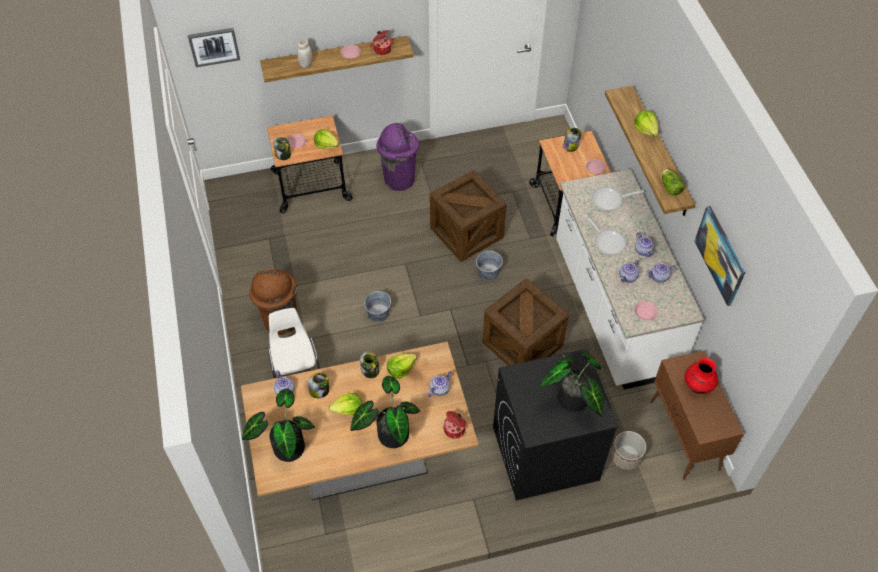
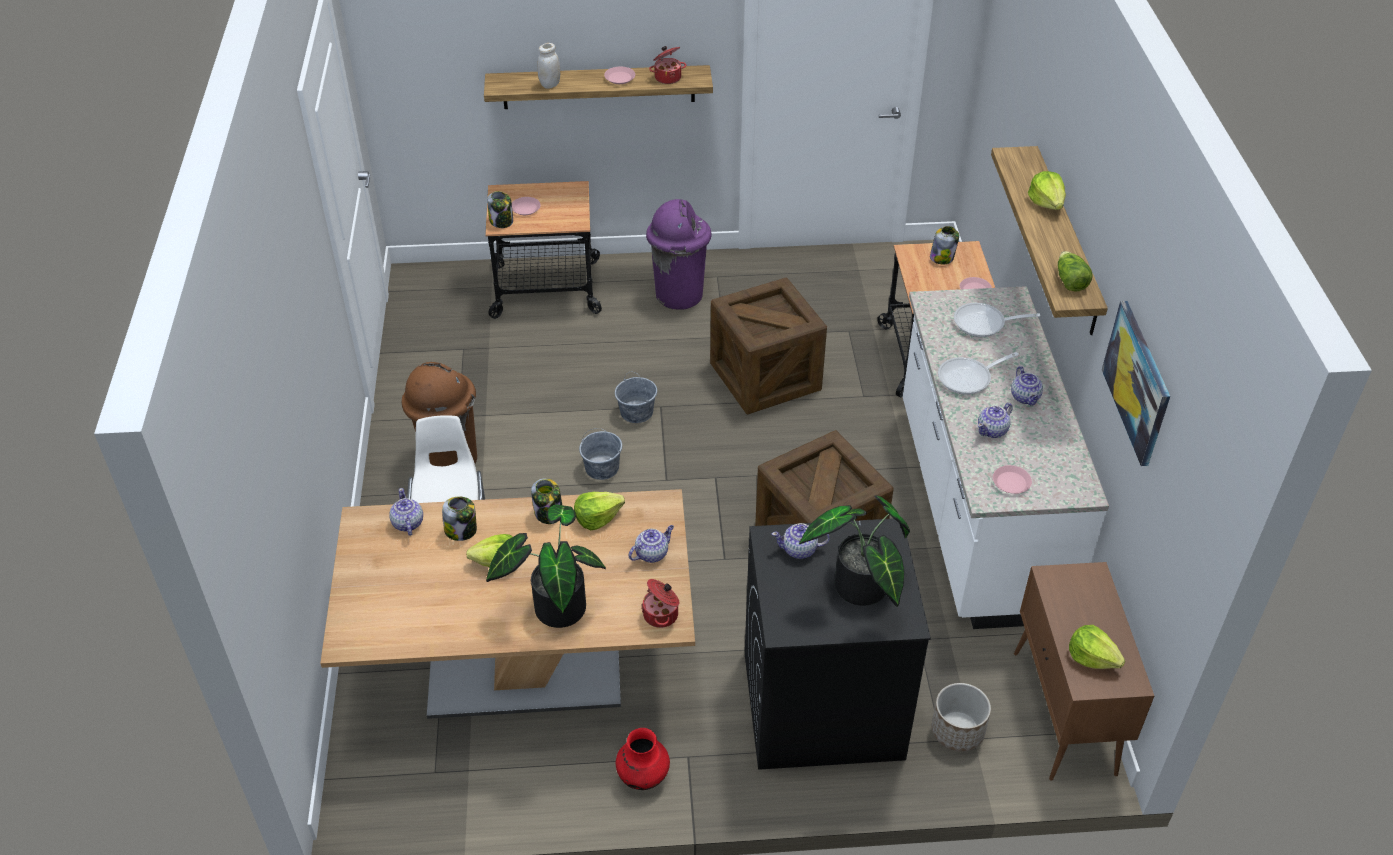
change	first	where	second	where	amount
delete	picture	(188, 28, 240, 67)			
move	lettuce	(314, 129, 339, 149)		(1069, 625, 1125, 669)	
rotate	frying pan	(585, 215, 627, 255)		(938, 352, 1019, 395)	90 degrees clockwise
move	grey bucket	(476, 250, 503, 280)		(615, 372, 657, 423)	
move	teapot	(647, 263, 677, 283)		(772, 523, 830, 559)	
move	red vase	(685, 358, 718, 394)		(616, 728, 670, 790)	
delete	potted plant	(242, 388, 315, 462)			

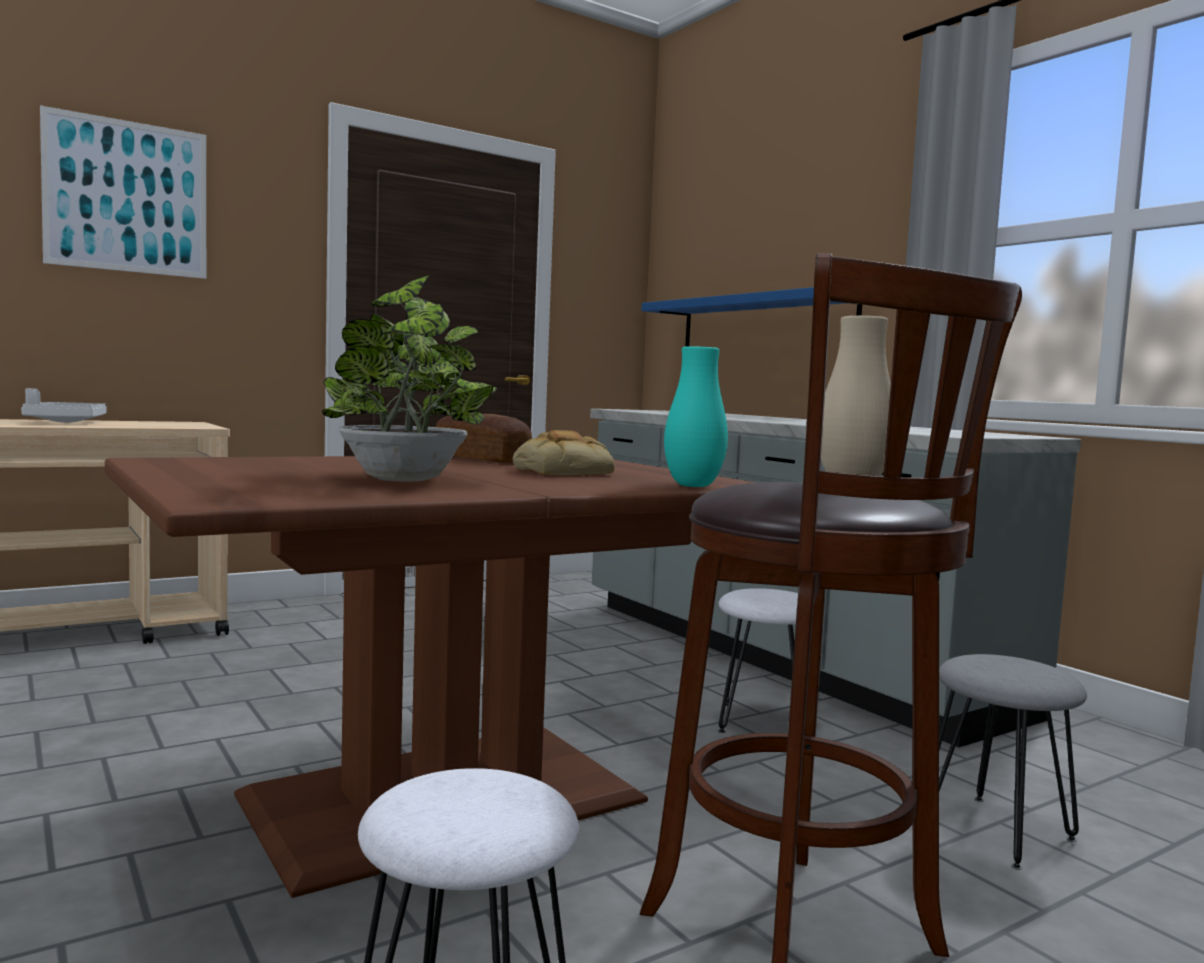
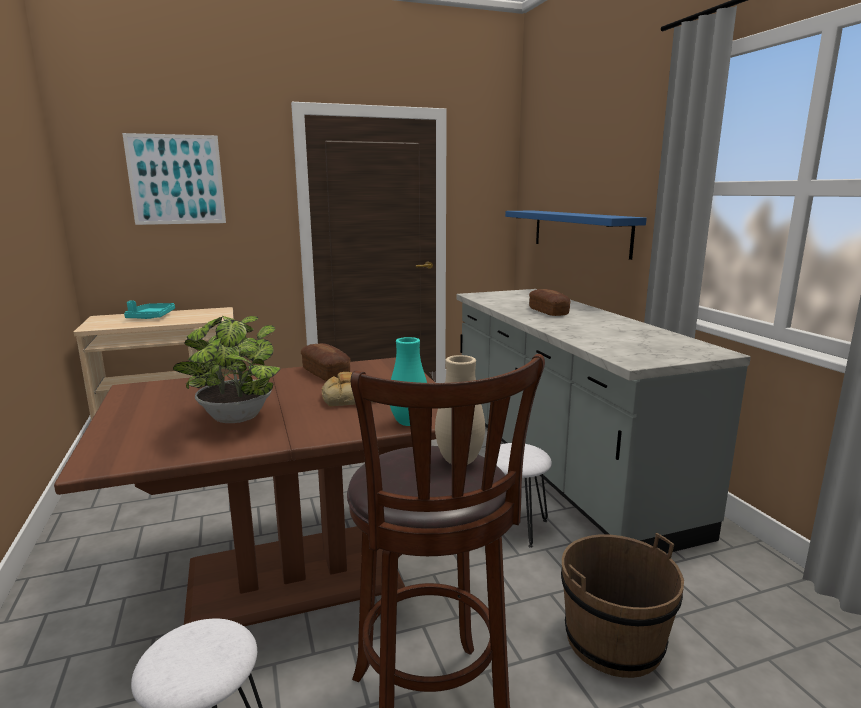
change	first	where	second	where	amount
recolor	grey tray	(21, 388, 107, 423)	turquoise tray	(124, 300, 175, 319)	
replace	grey stool	(939, 654, 1087, 870)	brown bucket	(561, 533, 684, 678)	
insert			bread	(529, 289, 570, 316)	

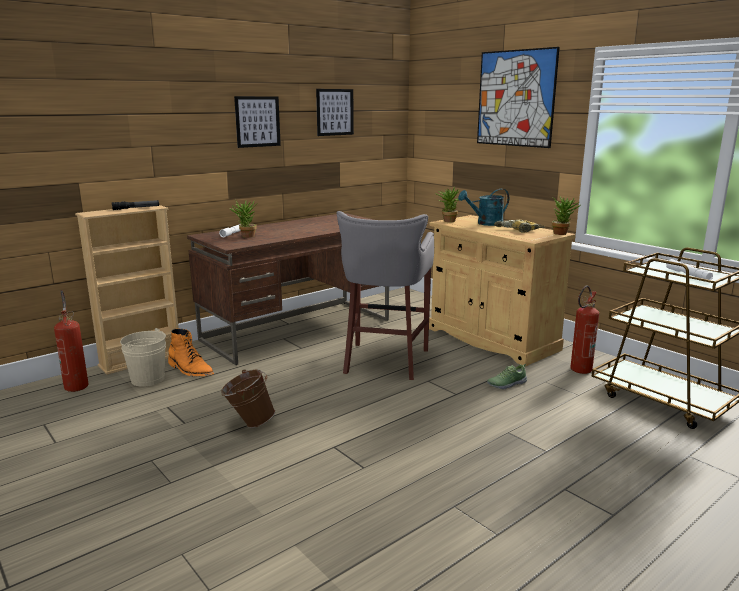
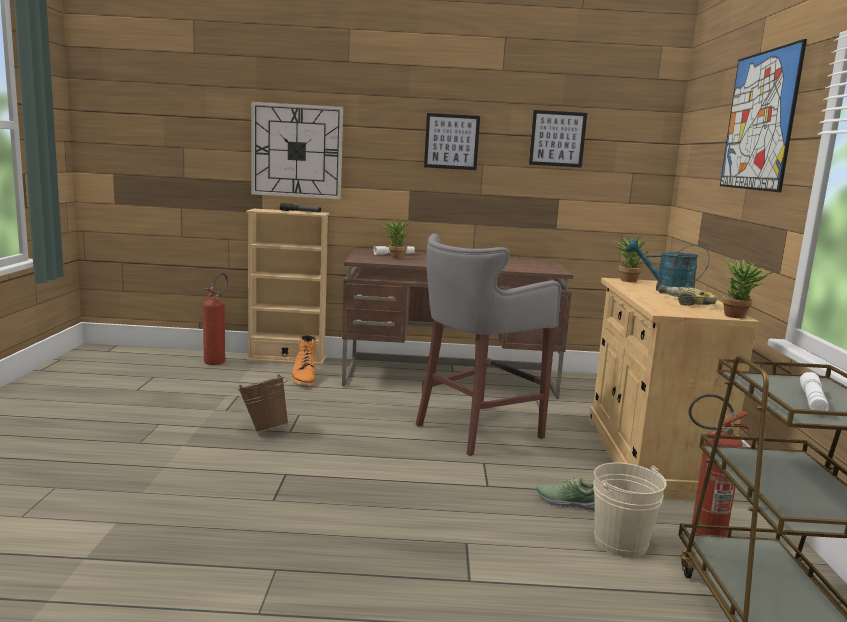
change	first	where	second	where	amount
move	beige bucket	(120, 328, 166, 387)		(593, 462, 667, 558)	
insert			wall clock	(251, 102, 343, 199)	

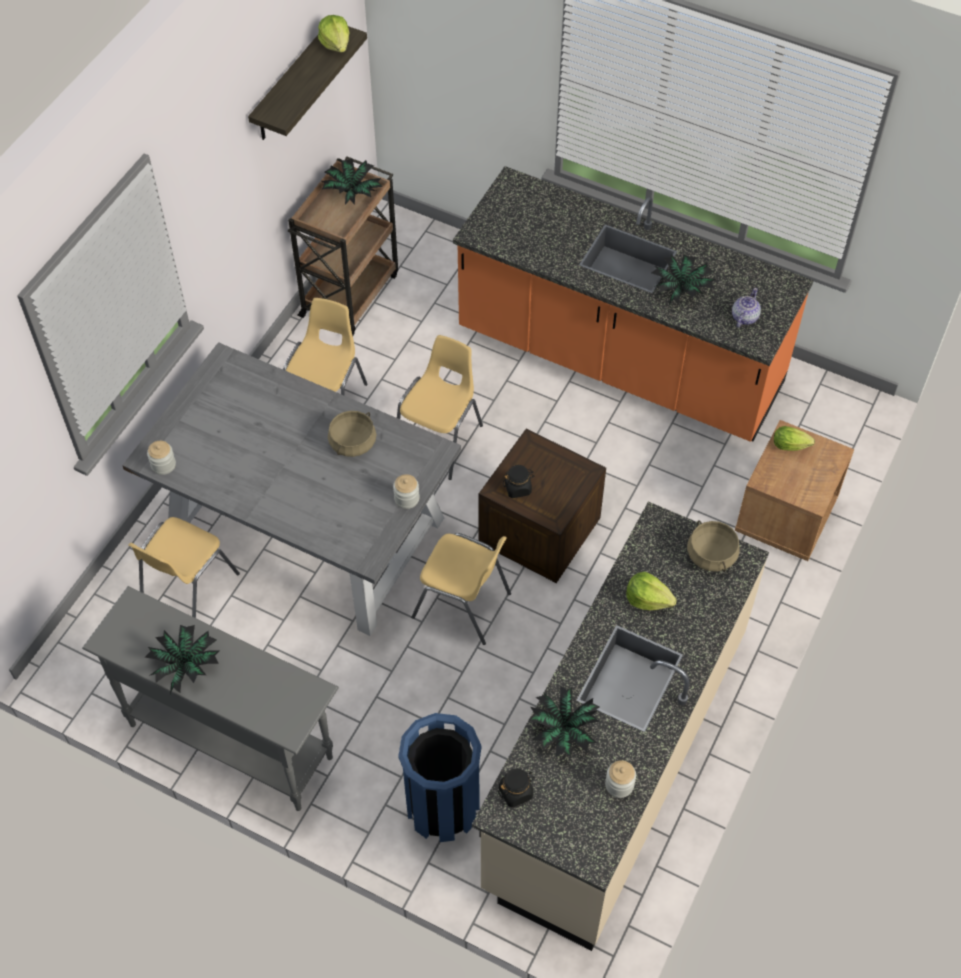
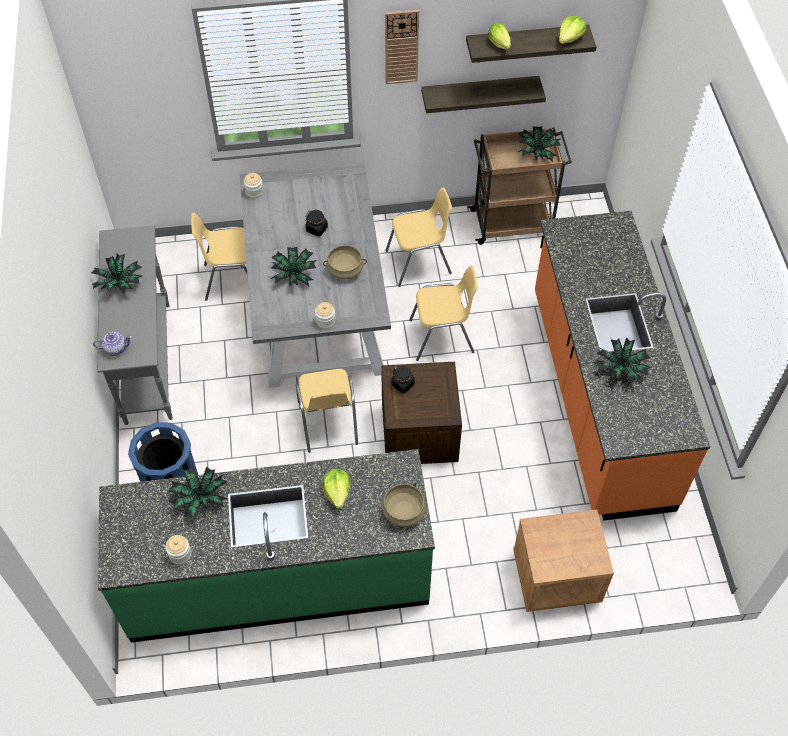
change	first	where	second	where	amount
move	teapot	(732, 288, 761, 328)		(93, 332, 132, 356)	
move	lettuce	(774, 426, 815, 451)		(488, 23, 511, 49)	
recolor	beige counter	(472, 502, 769, 951)	green counter	(98, 449, 435, 643)	
move	black jar	(498, 769, 535, 808)		(306, 210, 328, 236)	
insert			wall clock	(385, 10, 419, 84)	
insert			shelf	(421, 76, 546, 113)	
insert			potted plant	(271, 247, 317, 286)	

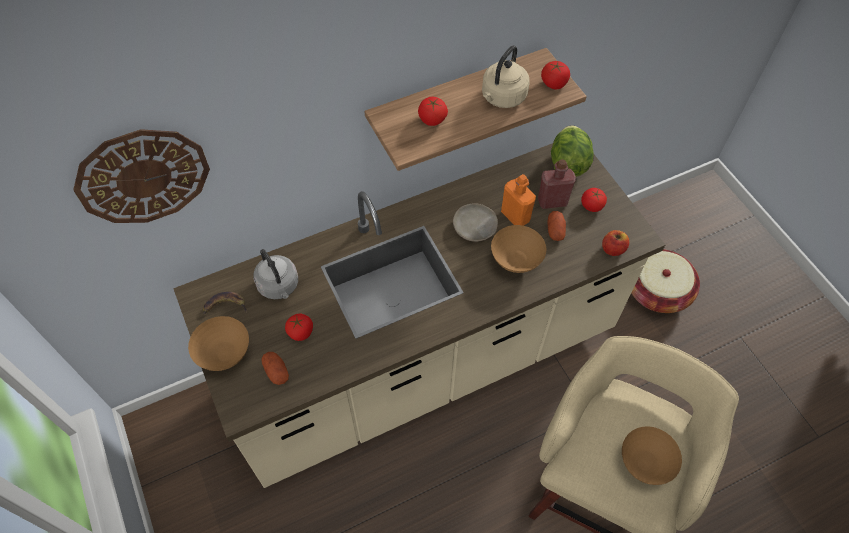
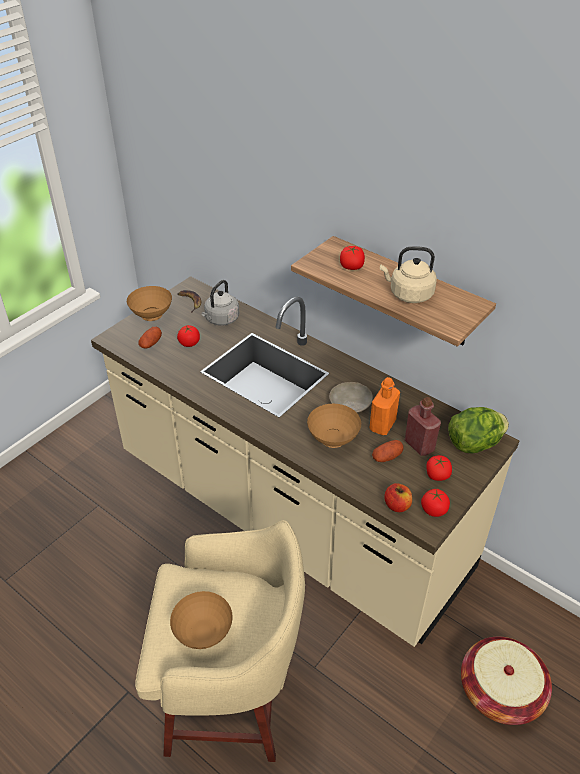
change	first	where	second	where	amount
move	tomato	(541, 61, 570, 89)		(421, 489, 450, 517)	
delete	wall clock	(73, 129, 210, 223)			

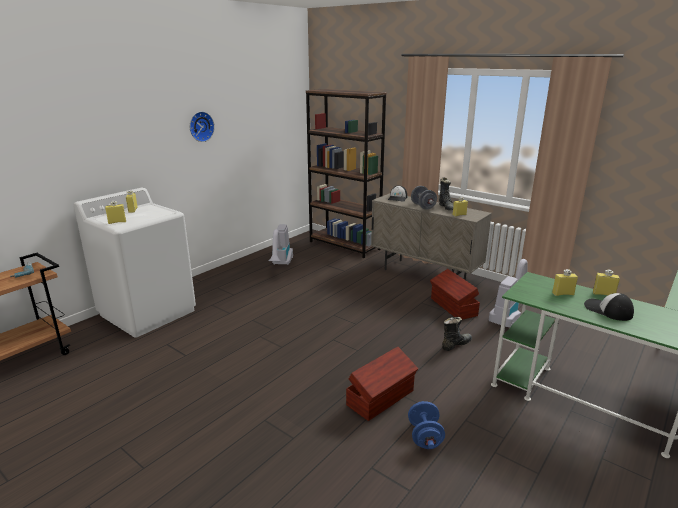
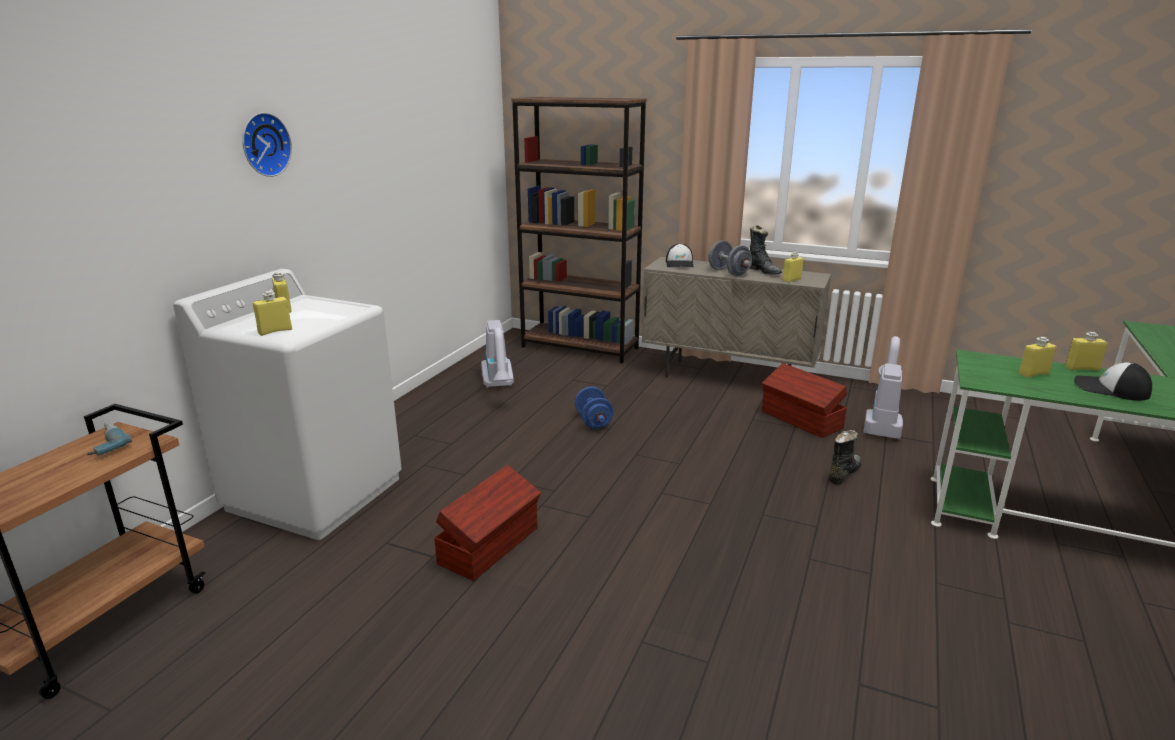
change	first	where	second	where	amount
move	wall clock	(190, 111, 215, 142)		(242, 112, 292, 177)	
move	brown storage box	(346, 347, 418, 421)		(434, 465, 541, 581)	
move	blue dumbbell	(408, 401, 445, 449)		(575, 387, 614, 429)	

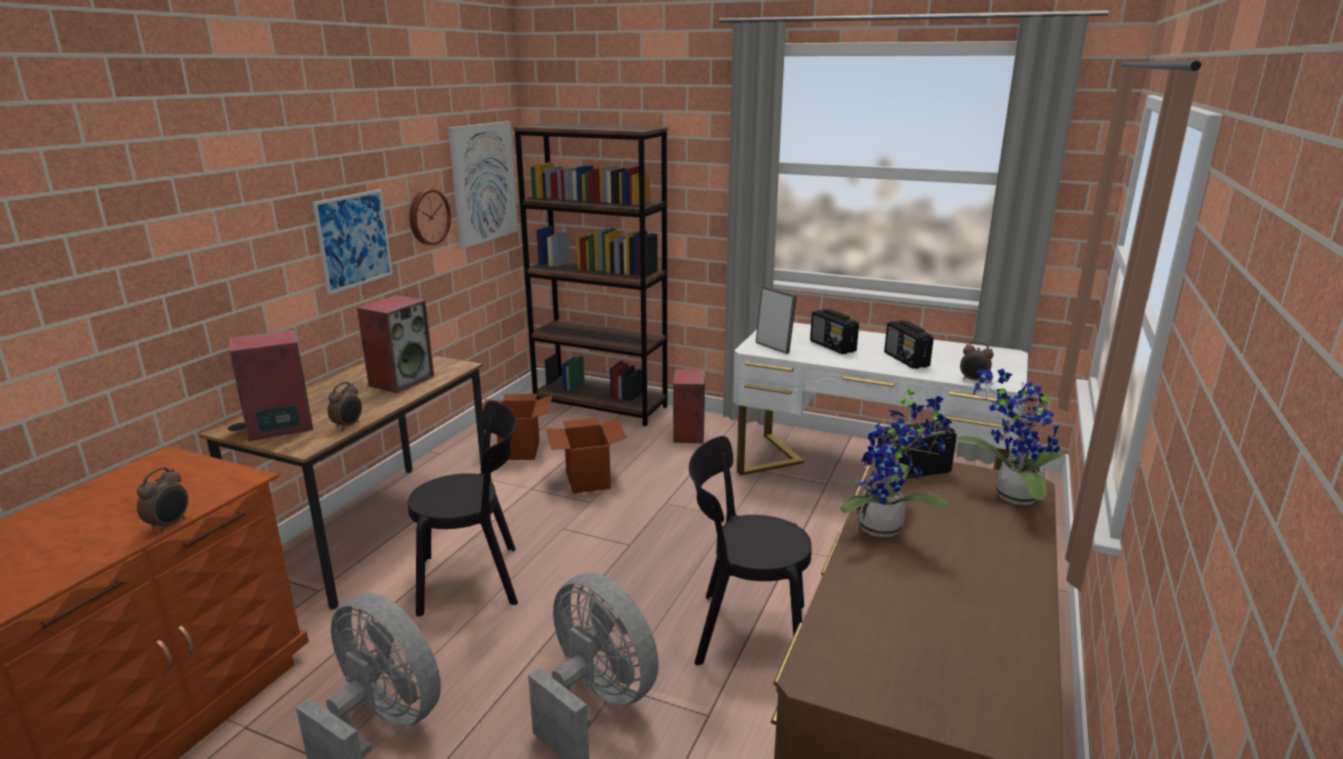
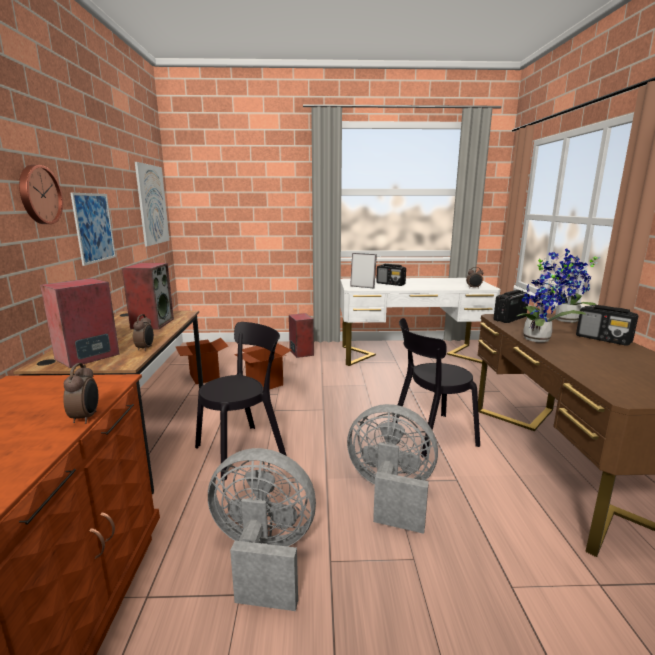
change	first	where	second	where	amount
delete	brown bookcase	(514, 123, 668, 426)			
move	wall clock	(409, 189, 451, 245)		(19, 165, 63, 224)	
move	radio	(884, 320, 934, 369)		(576, 305, 638, 346)	

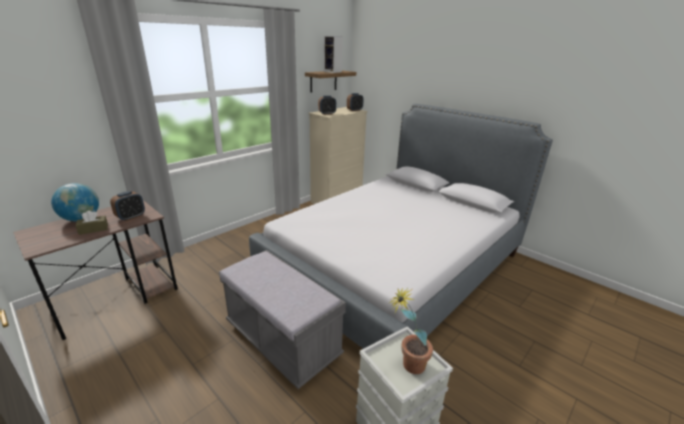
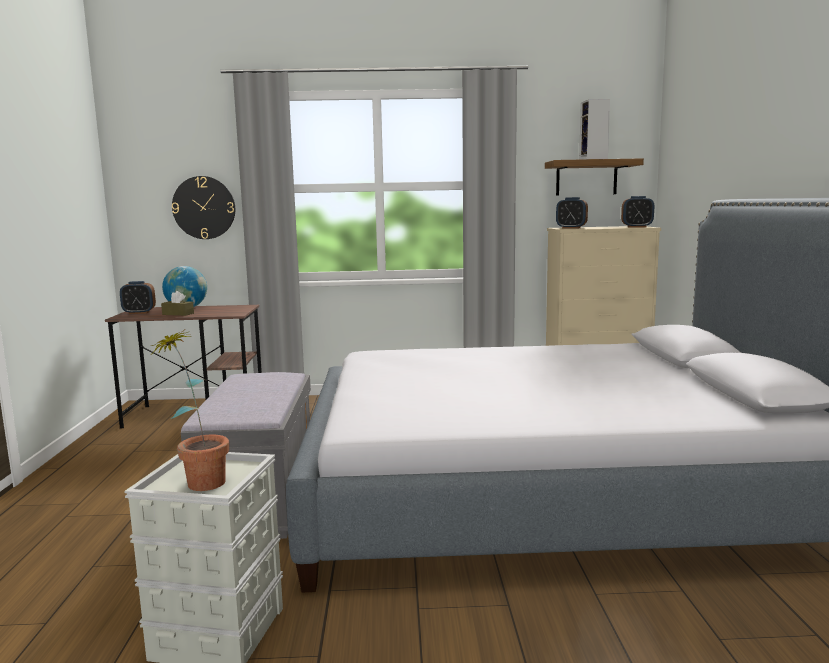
change	first	where	second	where	amount
move	alarm clock	(110, 191, 145, 221)		(120, 281, 156, 314)	
insert			wall clock	(172, 176, 235, 239)	

